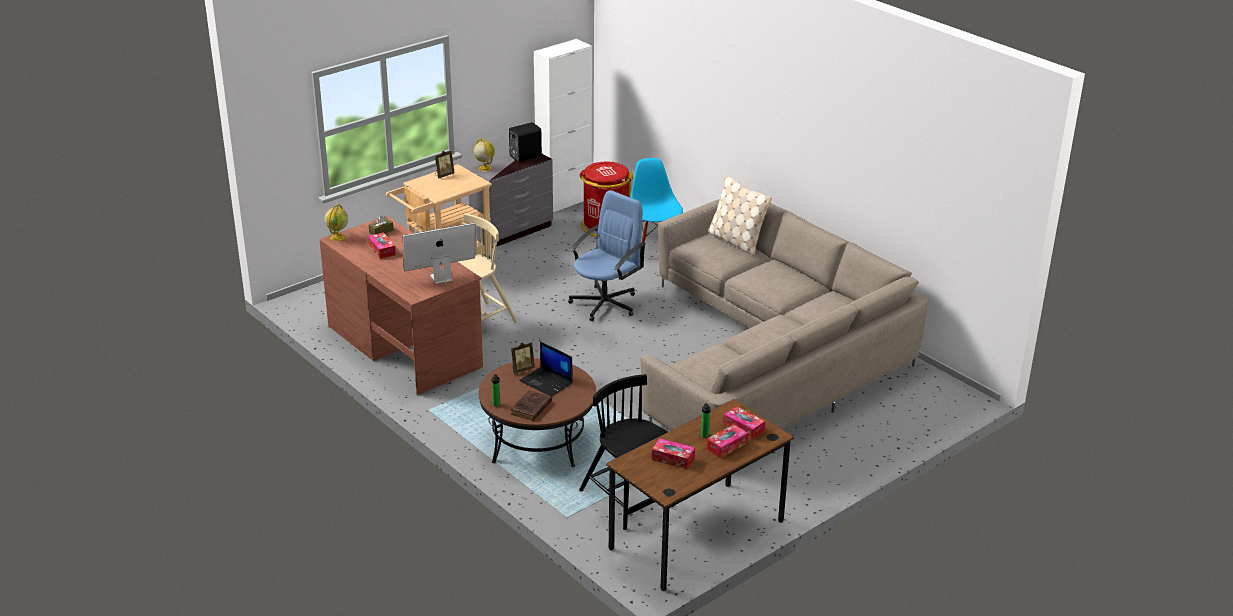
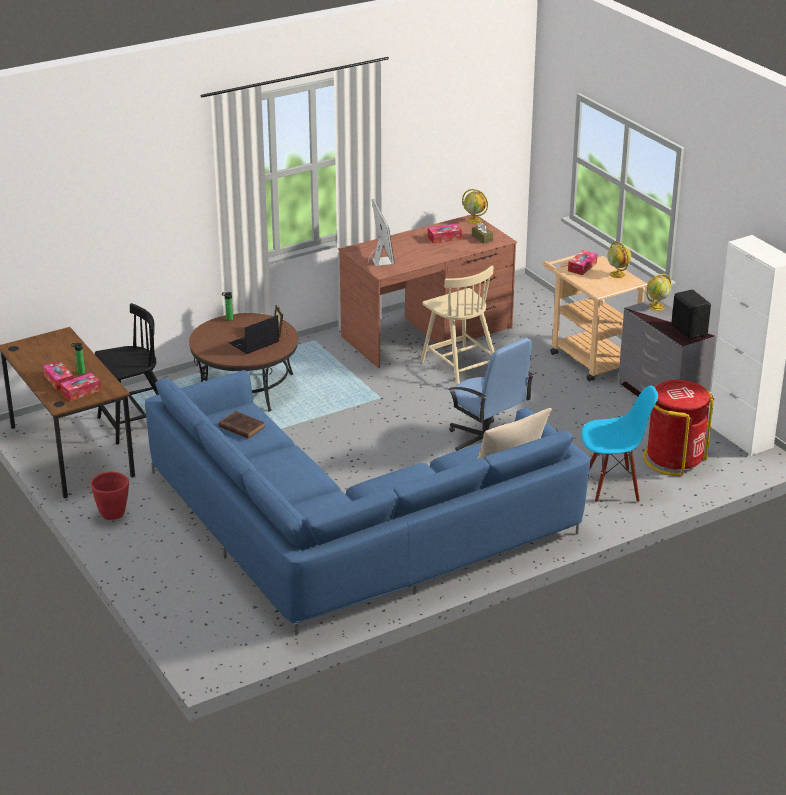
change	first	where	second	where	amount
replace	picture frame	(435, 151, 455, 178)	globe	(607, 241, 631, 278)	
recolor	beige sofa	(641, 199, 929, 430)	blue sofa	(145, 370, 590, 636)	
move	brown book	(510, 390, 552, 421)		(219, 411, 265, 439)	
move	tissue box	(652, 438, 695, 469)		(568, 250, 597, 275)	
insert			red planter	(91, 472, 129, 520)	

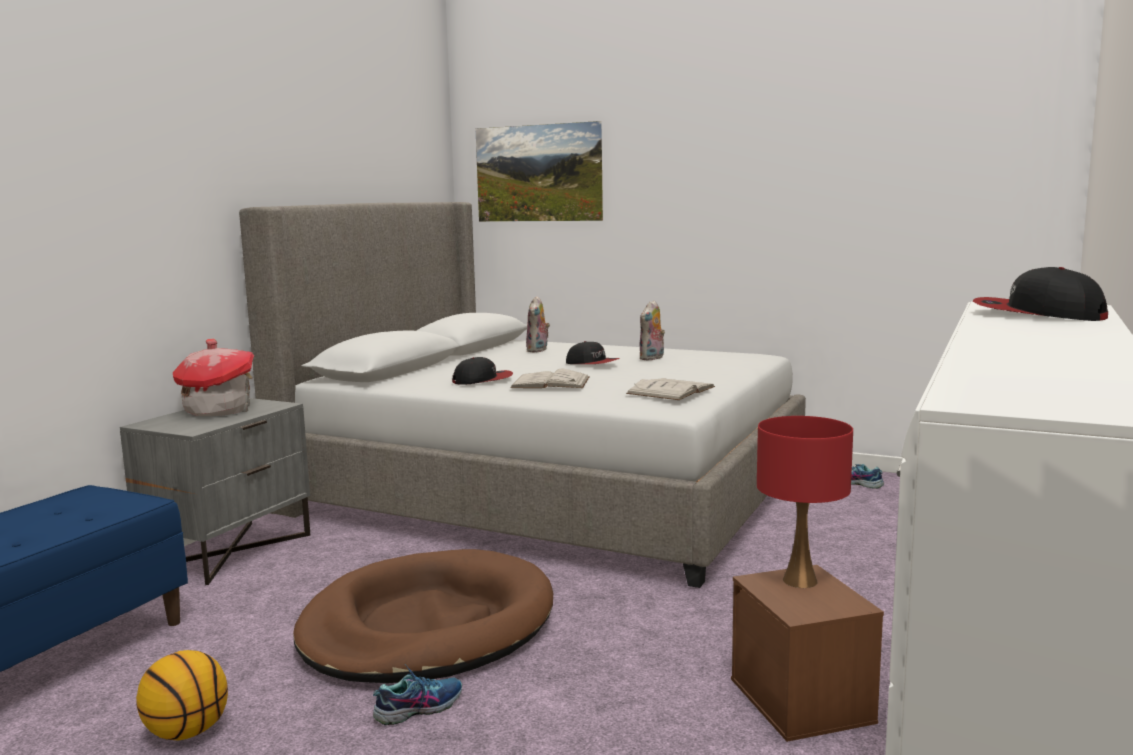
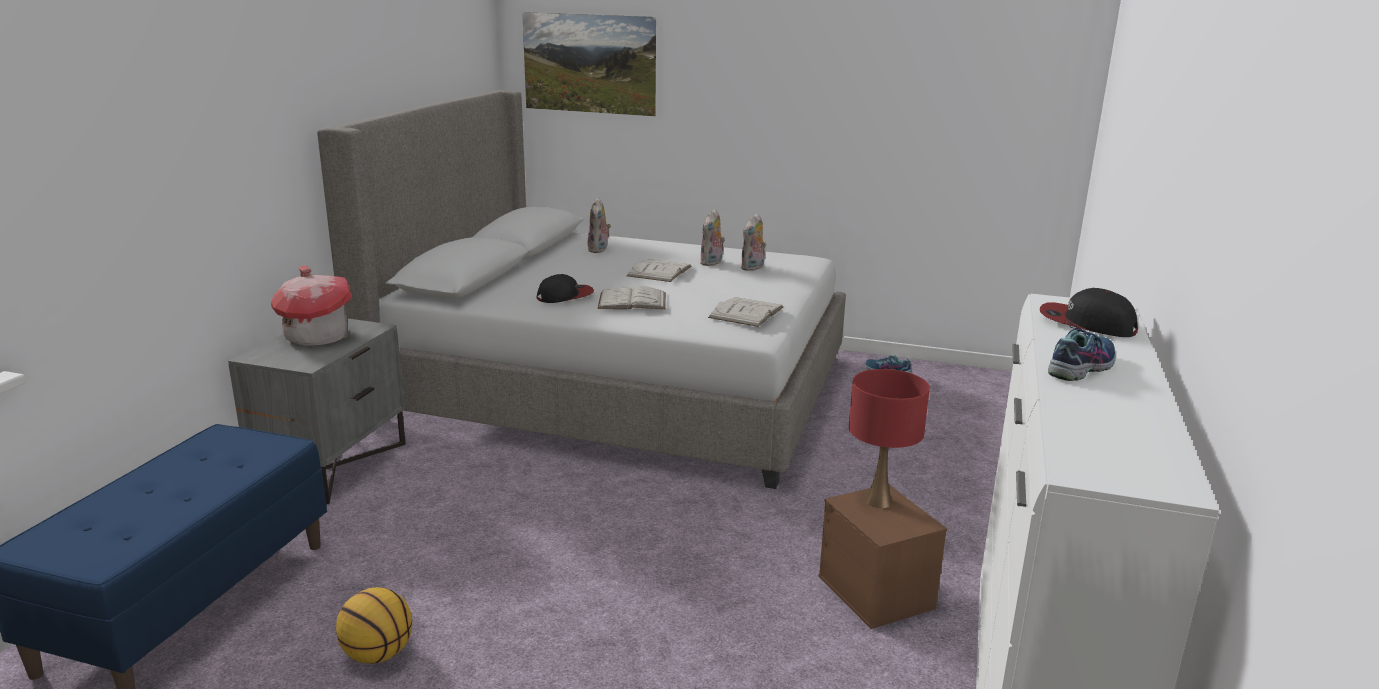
change	first	where	second	where	amount
replace	cap	(566, 341, 620, 364)	white book	(627, 259, 691, 282)	
delete	brown dog bed	(293, 549, 553, 683)			
move	shoe	(373, 666, 462, 725)		(1048, 320, 1116, 381)	
insert			plush toy	(741, 213, 766, 271)	

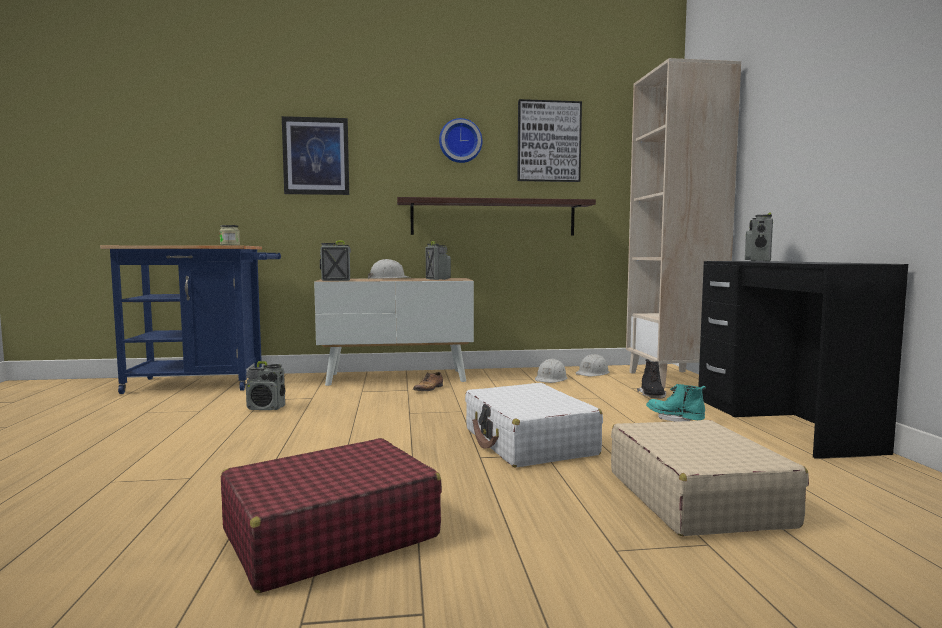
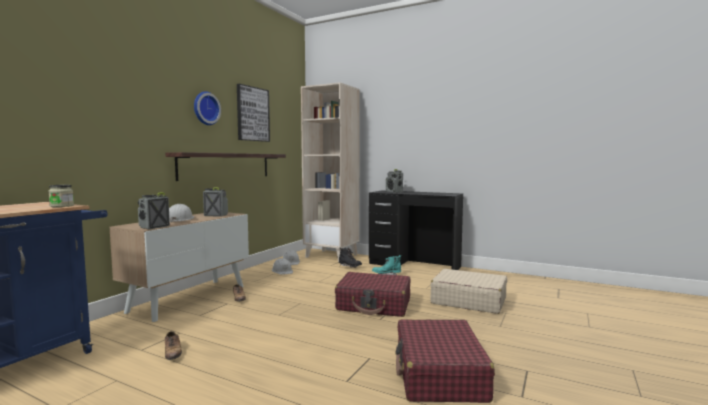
change	first	where	second	where	amount
delete	picture	(282, 116, 349, 195)			
replace	radio	(246, 361, 285, 410)	shoe	(165, 331, 182, 360)	
recolor	white suitcase	(465, 383, 603, 468)	red suitcase	(335, 272, 410, 317)	

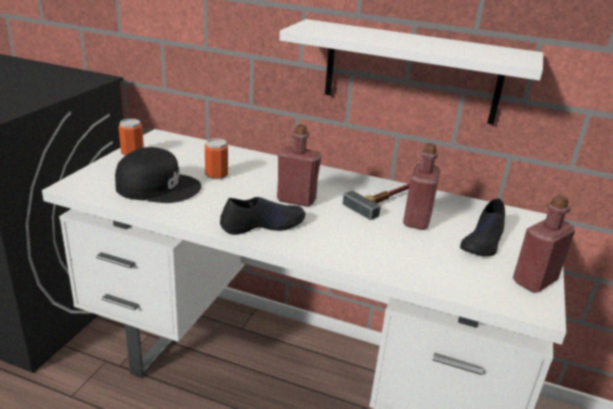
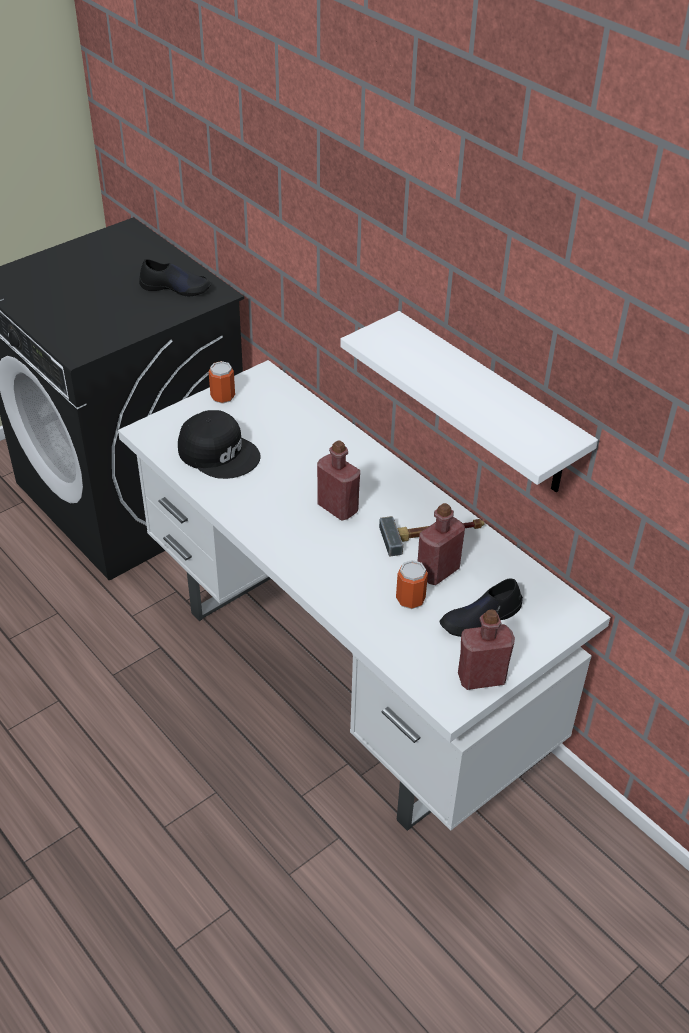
change	first	where	second	where	amount
move	can	(205, 138, 228, 179)		(396, 560, 428, 609)	
move	black shoe	(220, 197, 305, 235)		(139, 259, 211, 296)	

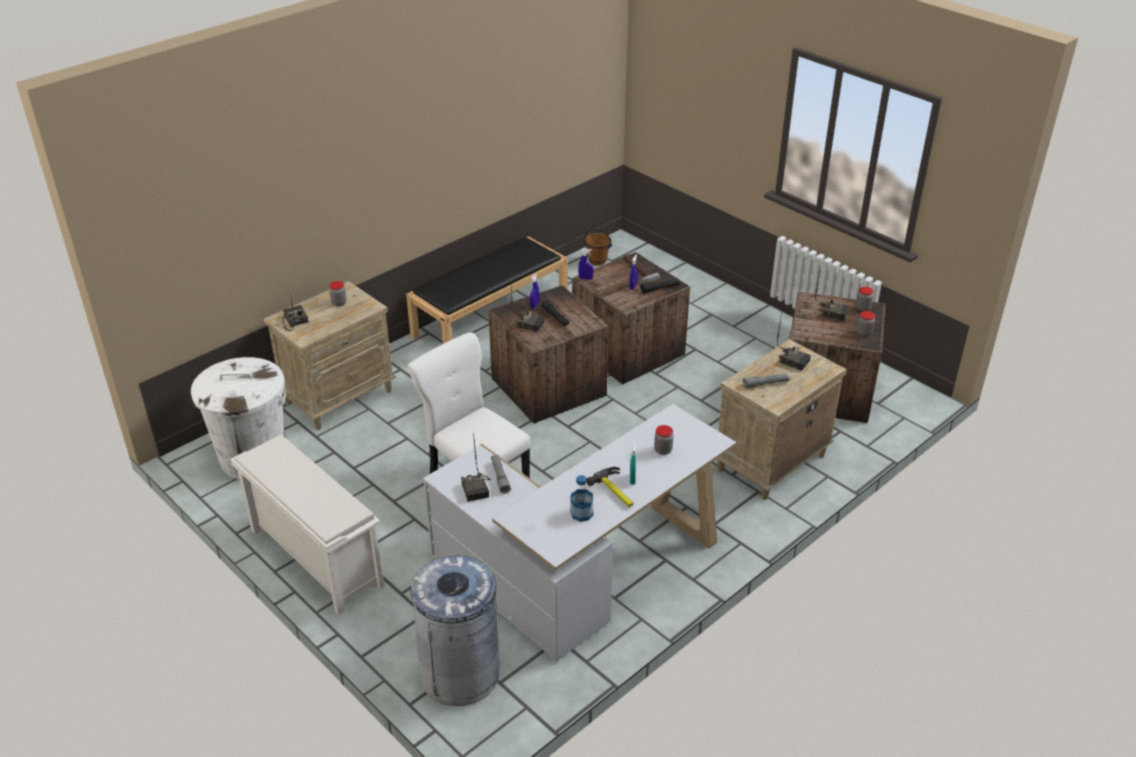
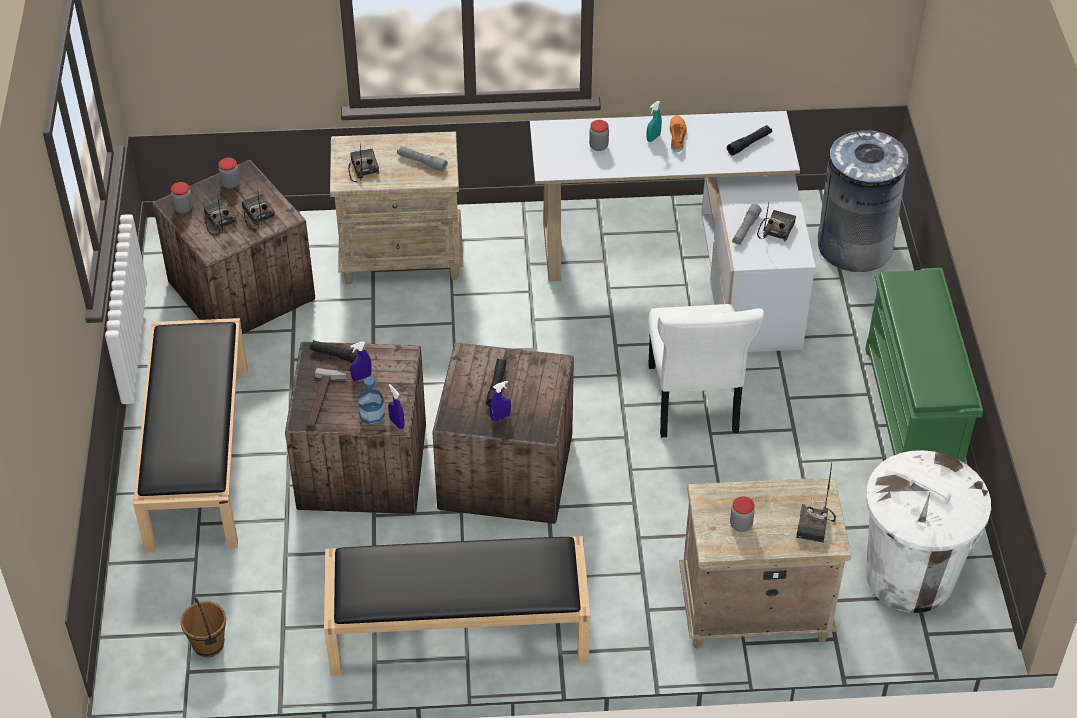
change	first	where	second	where	amount
move	radio	(511, 281, 544, 332)		(242, 194, 276, 230)	
recolor	white shoe rack	(230, 435, 385, 615)	green shoe rack	(865, 268, 983, 463)	
replace	hammer	(586, 467, 633, 507)	orange shoe	(670, 116, 687, 152)	
move	bottle	(570, 475, 593, 522)		(358, 377, 385, 425)	
insert			black flashlight	(727, 125, 772, 156)	
insert			black bench	(133, 318, 248, 553)	

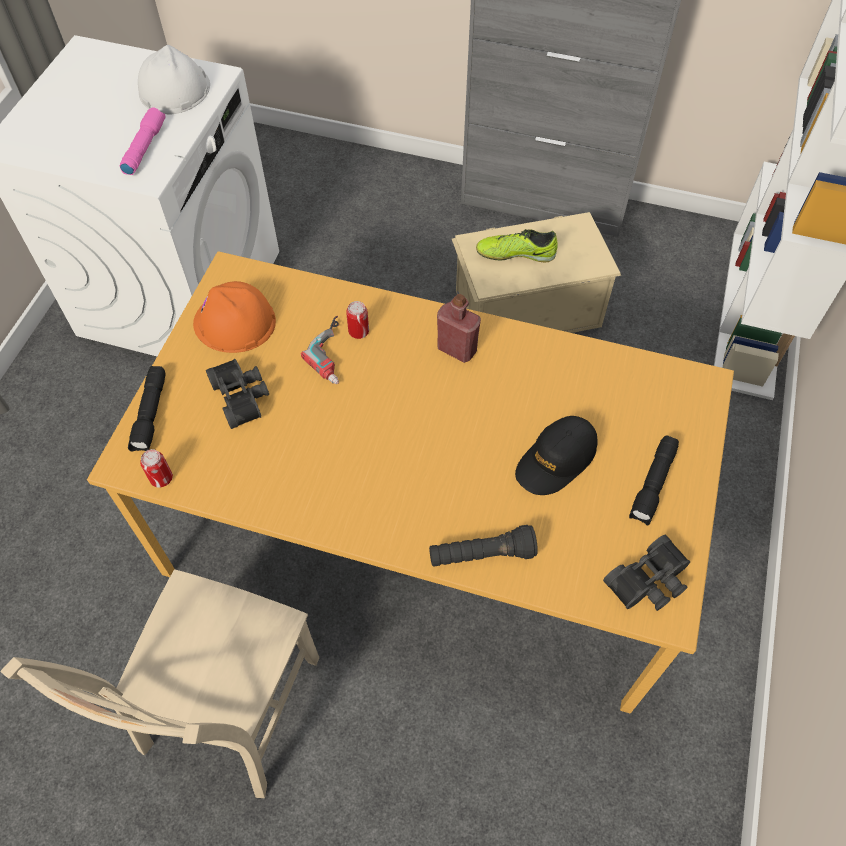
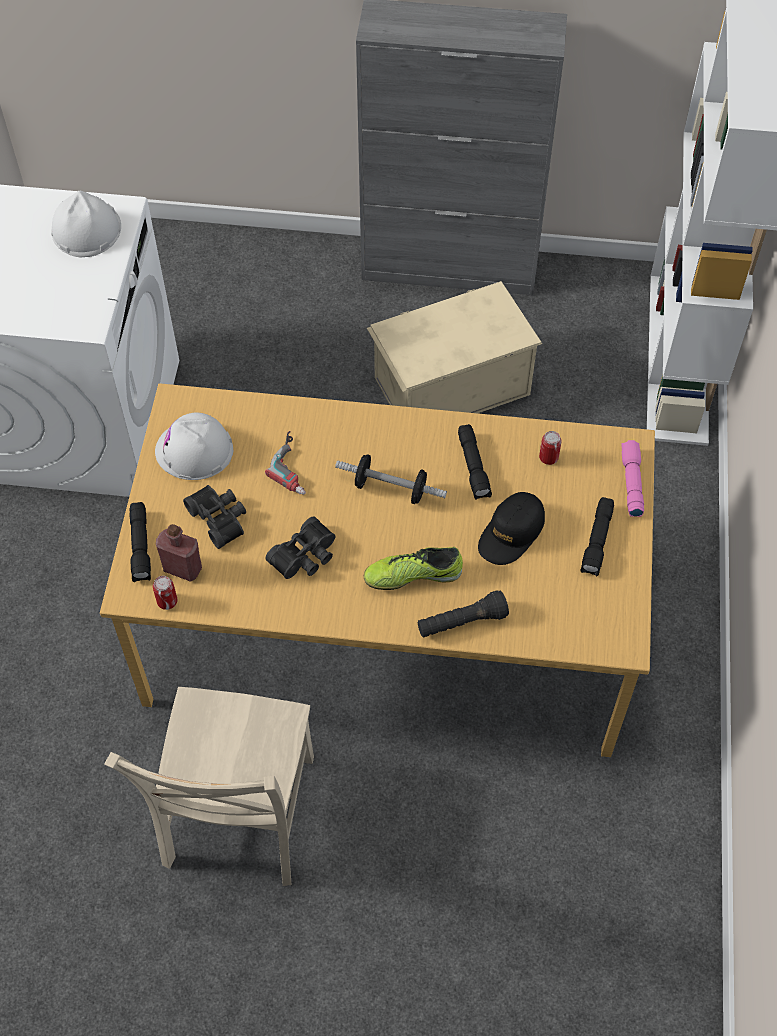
change	first	where	second	where	amount
move	pink flashlight	(119, 108, 166, 175)		(621, 440, 644, 517)	
move	shoe	(476, 229, 558, 262)		(363, 547, 463, 590)	
recolor	orange hard hat	(193, 281, 276, 353)	white hard hat	(155, 413, 233, 480)	
move	red bottle	(437, 294, 481, 363)		(156, 524, 202, 582)	
move	can	(346, 301, 369, 339)		(539, 431, 561, 465)	
move	black binoculars	(603, 535, 690, 611)		(265, 516, 335, 579)	
insert			black flashlight	(458, 424, 492, 500)	
insert			dumbbell	(335, 454, 447, 504)	

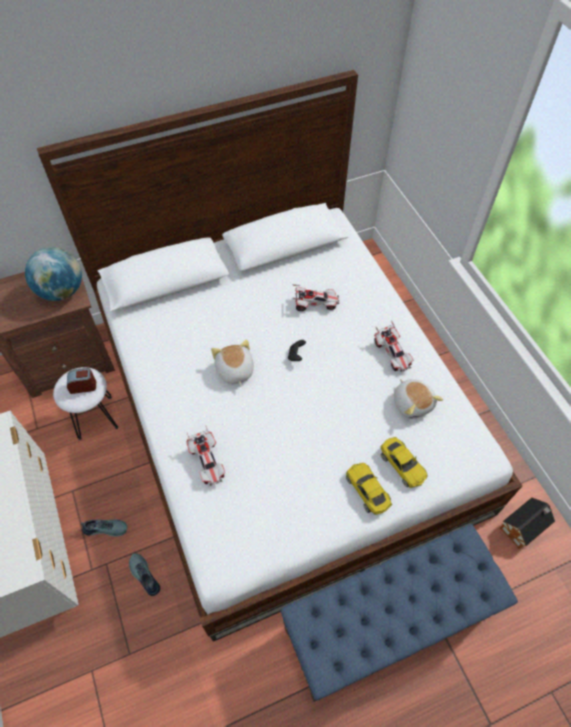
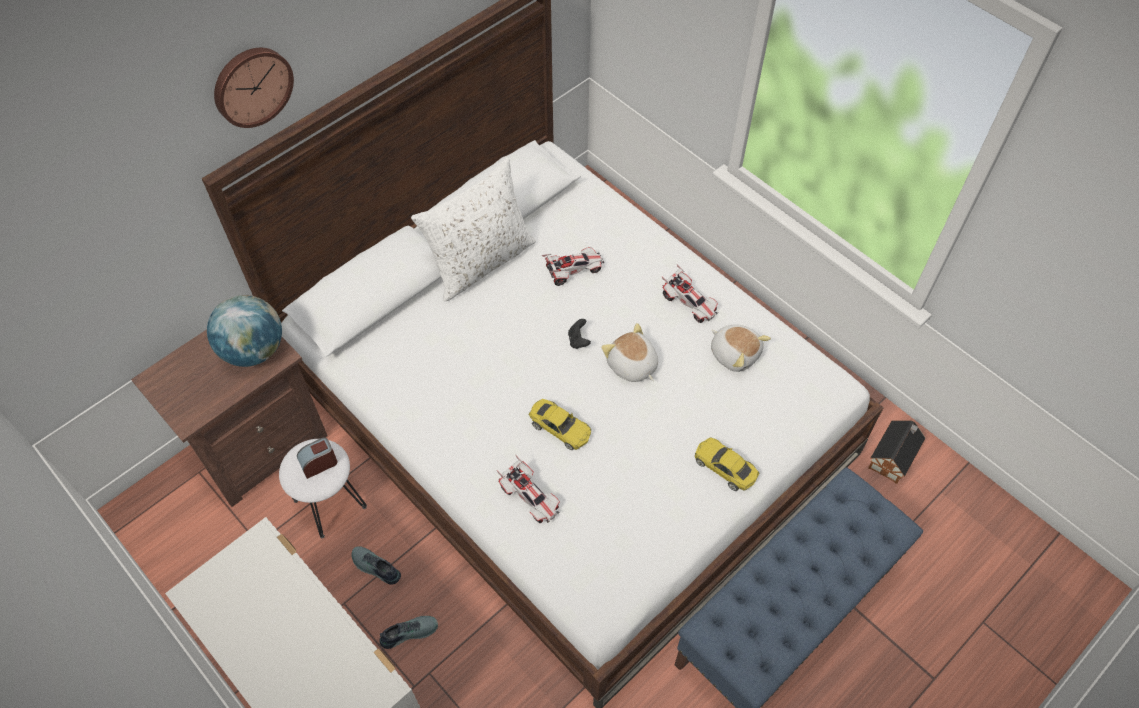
change	first	where	second	where	amount
move	plush toy	(211, 340, 254, 387)		(601, 323, 658, 382)	
move	yellow toy car	(380, 437, 428, 488)		(529, 399, 591, 450)	
move	shoe	(129, 553, 160, 596)		(351, 546, 401, 585)	
insert			wall clock	(214, 48, 294, 128)	
insert			white pillow	(411, 158, 536, 301)	

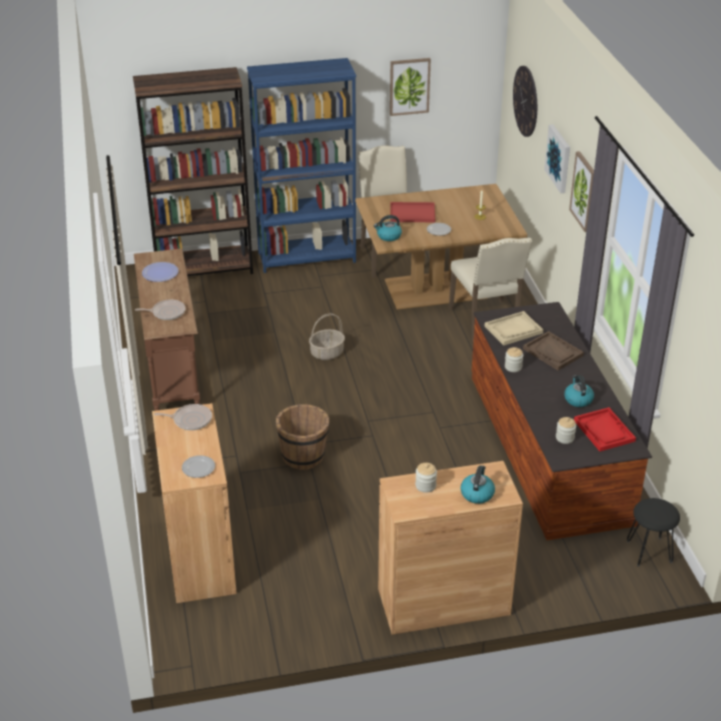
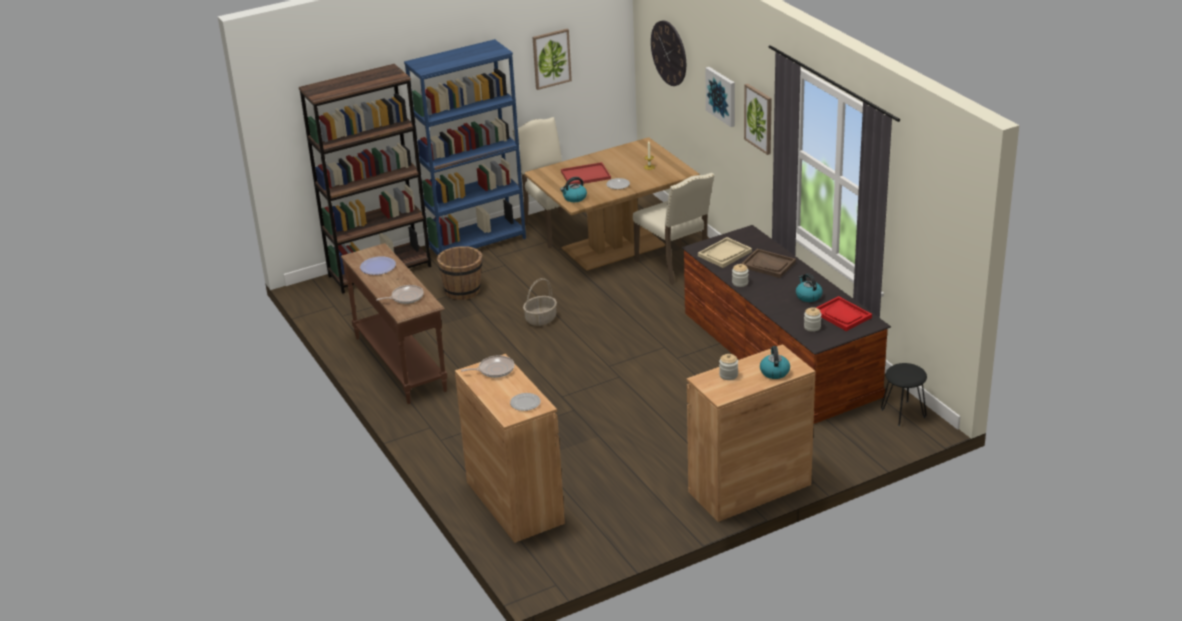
change	first	where	second	where	amount
move	brown bucket	(276, 404, 329, 470)		(437, 246, 483, 300)	

